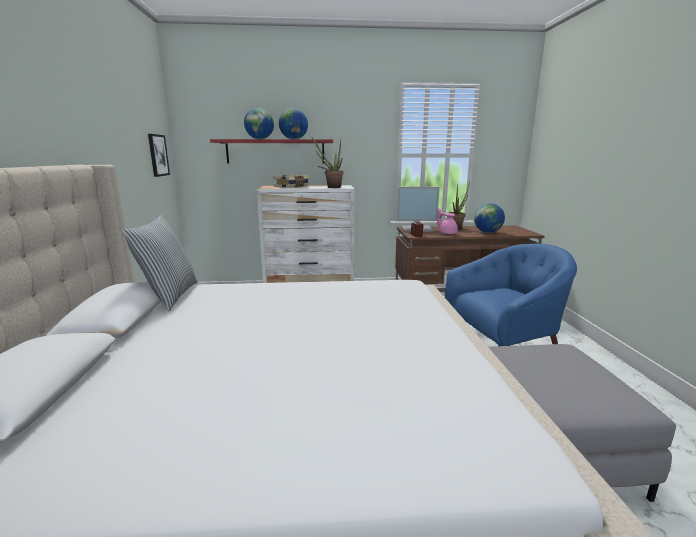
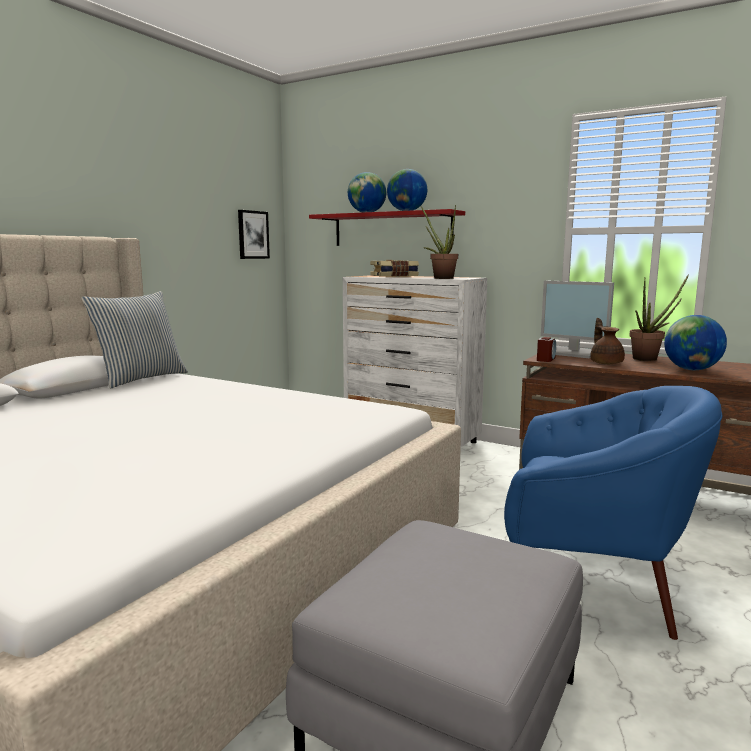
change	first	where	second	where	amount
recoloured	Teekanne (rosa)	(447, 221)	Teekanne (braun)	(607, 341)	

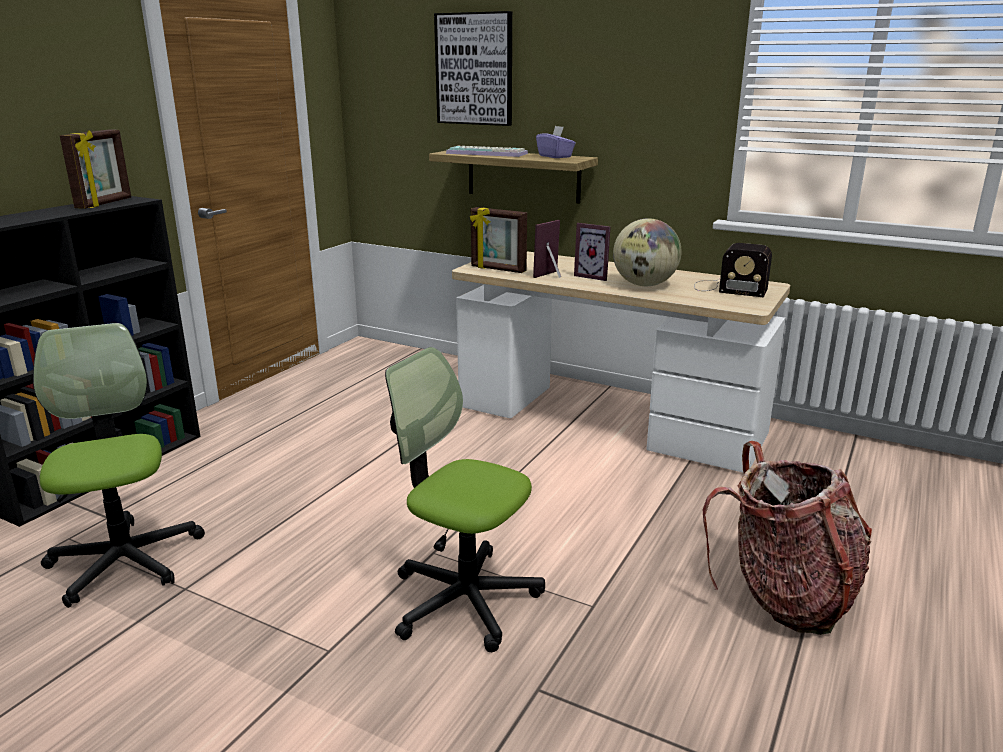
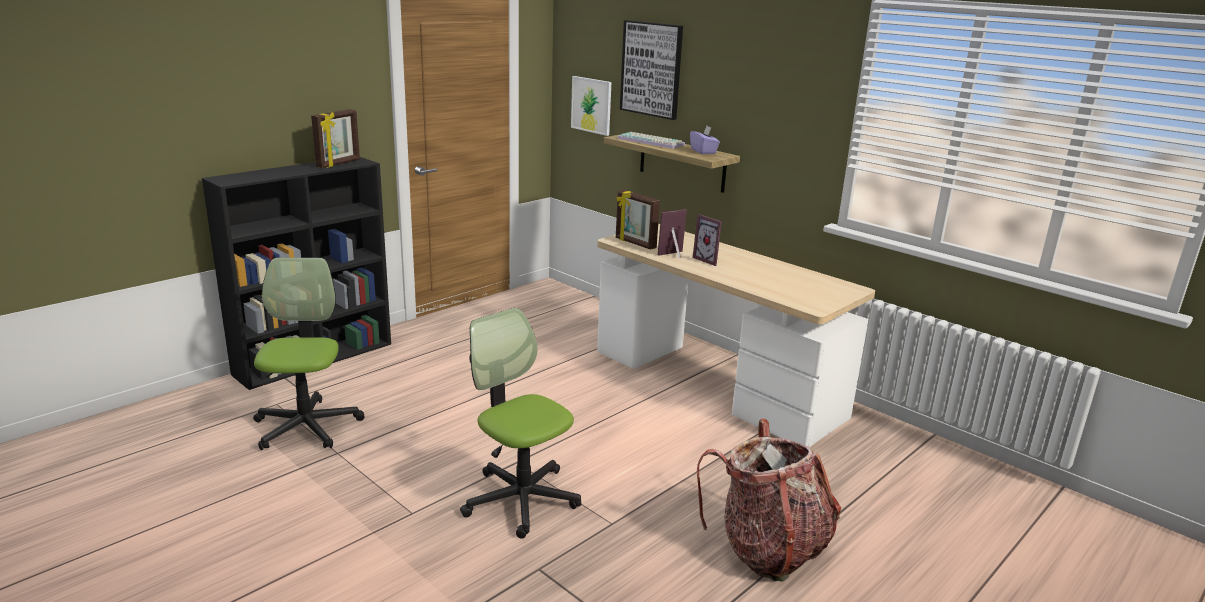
change	first	where	second	where	amount
removed	Globus	(647, 252)			
removed	Radio	(733, 270)			
added			Bild	(591, 106)	

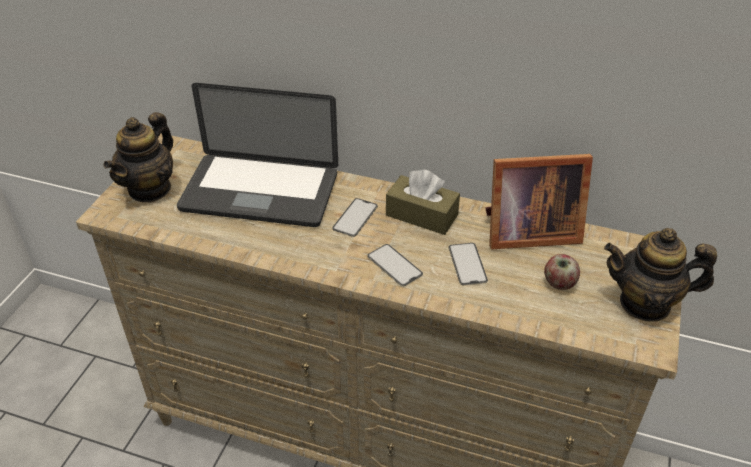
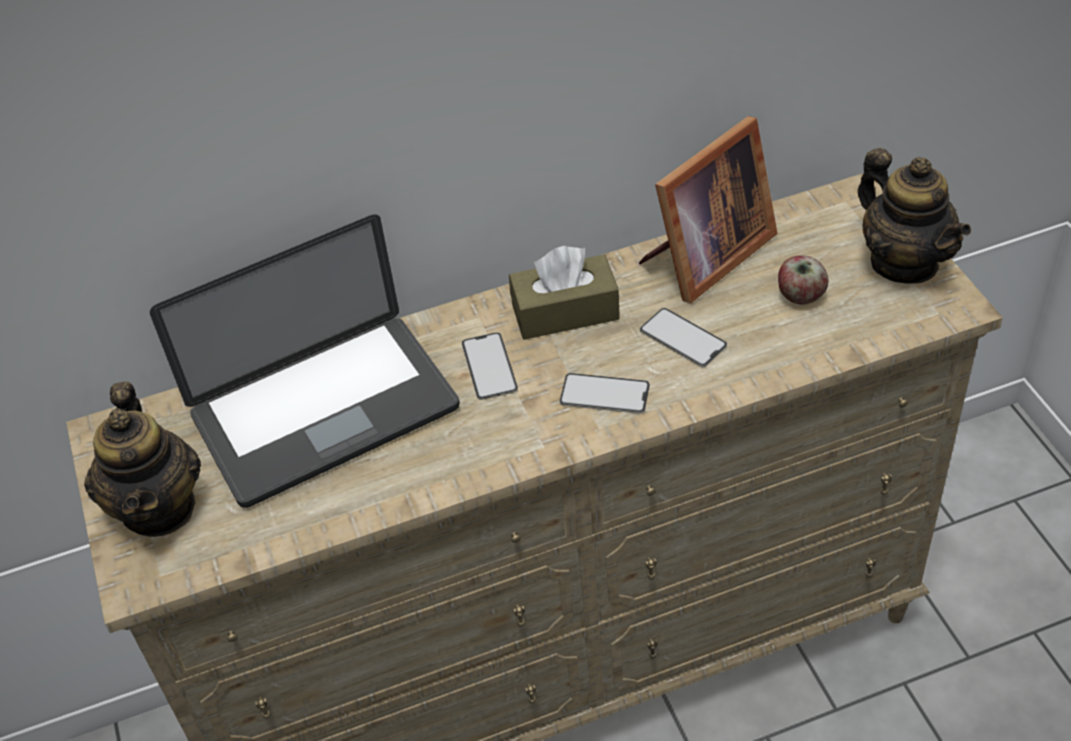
change	first	where	second	where	amount
turned	Teekanne	(660, 275)		(914, 216)	90 degrees counterclockwise

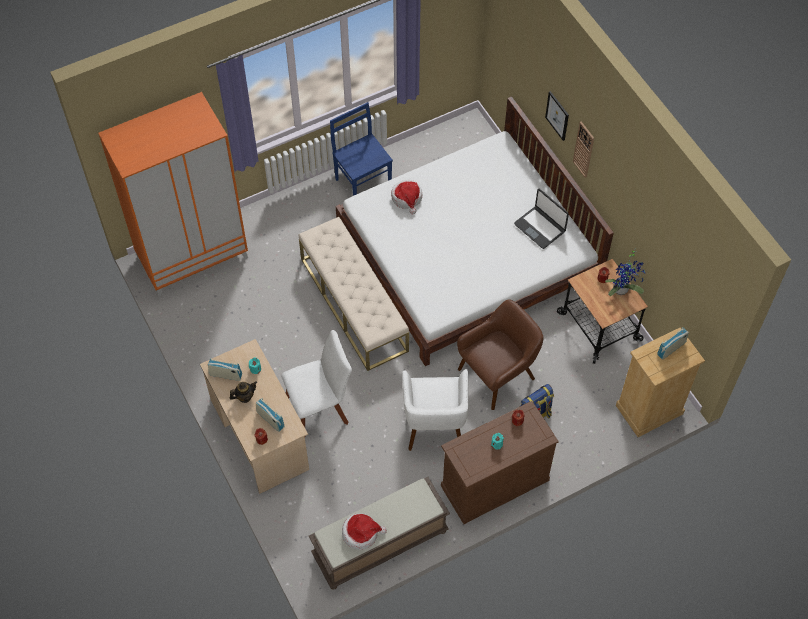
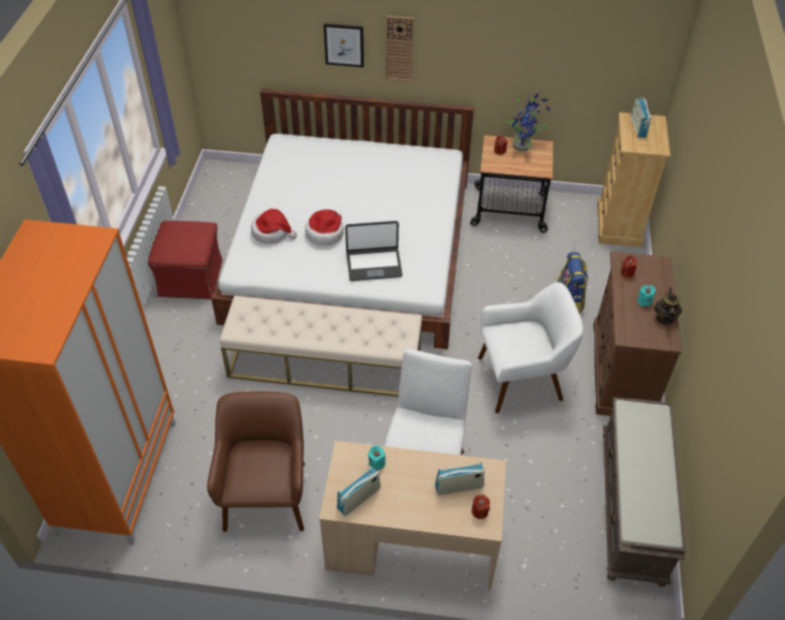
change	first	where	second	where	amount
replaced	Stuhl (blau)	(361, 149)	Polsterhocker (rot)	(185, 260)	
moved	Laptop	(541, 219)		(374, 251)	
moved	Sessel (braun)	(500, 355)		(256, 462)	
turned	Sessel (weiß)	(435, 410)		(530, 347)	45 degrees counterclockwise
moved	Teekanne	(243, 392)		(668, 306)	
moved	Hut	(364, 531)		(324, 227)	

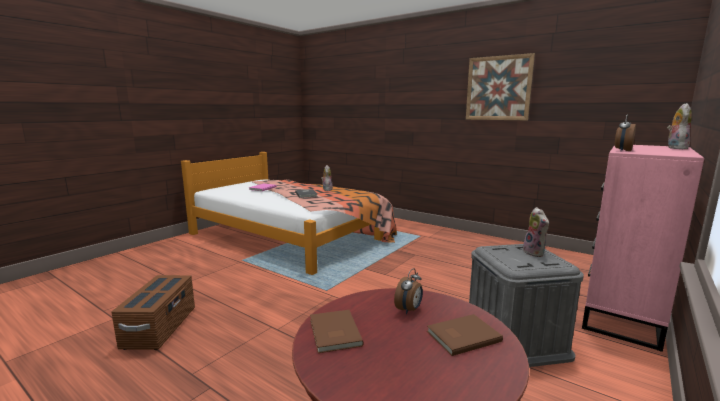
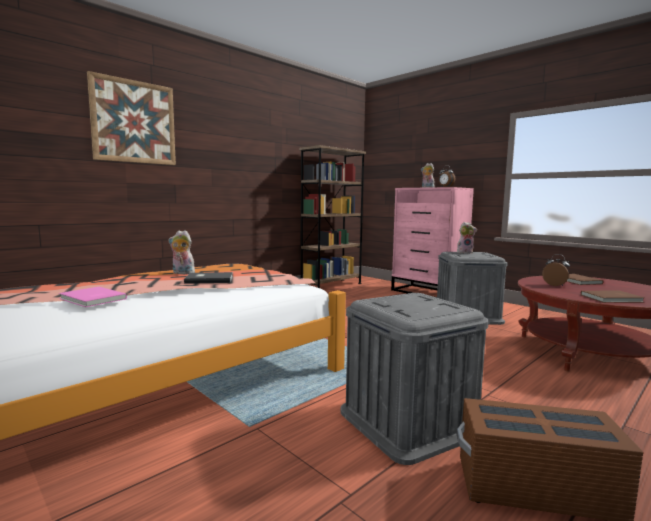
change	first	where	second	where	amount
moved	Bild	(500, 86)		(131, 118)	
added			Bücherregal (braun)	(332, 216)	
added			Aufbewahrungsbox (grau)	(414, 379)	

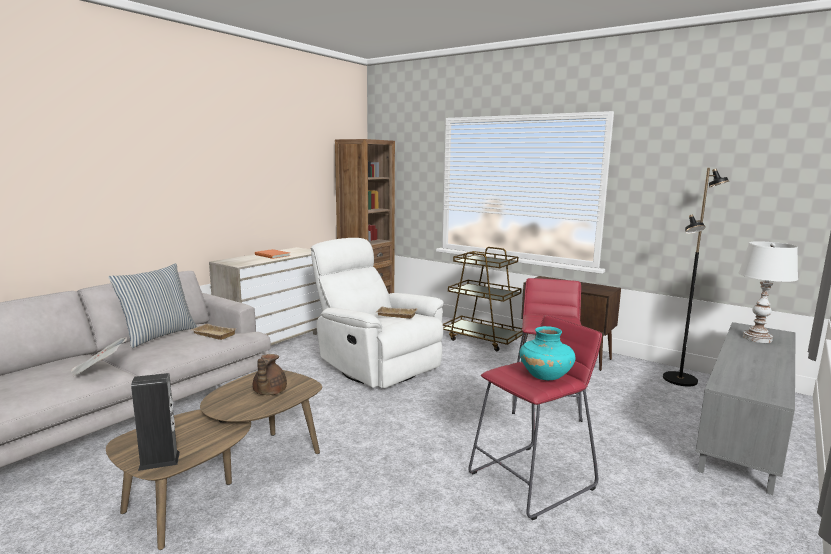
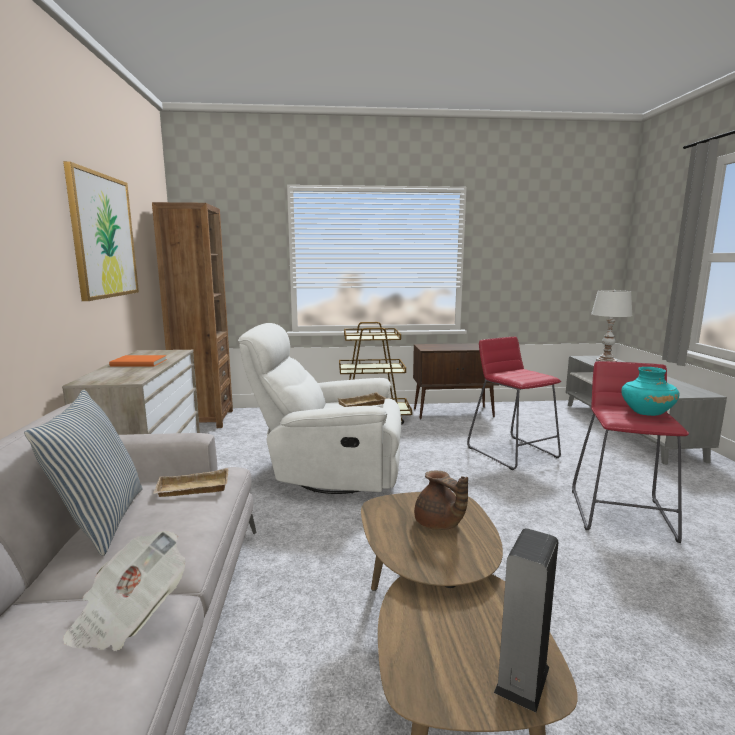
change	first	where	second	where	amount
removed	Stehlampe (schwarz)	(696, 277)			
added			Bild	(101, 231)	

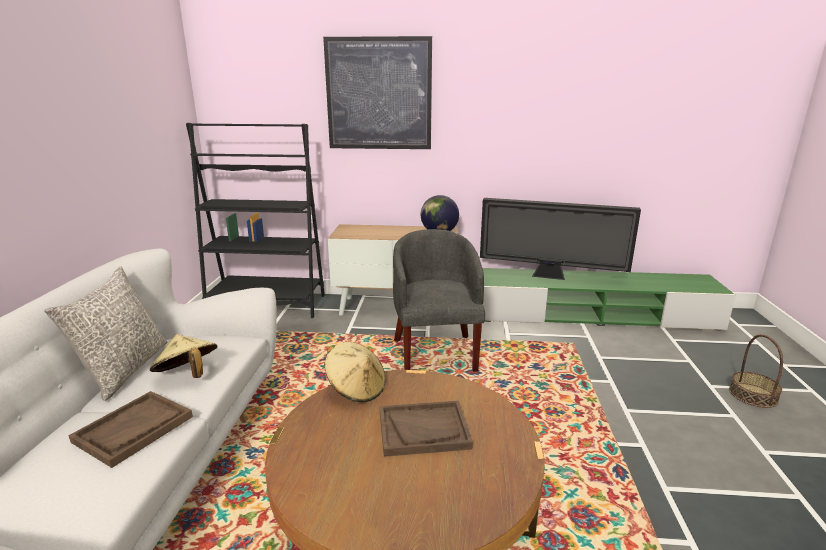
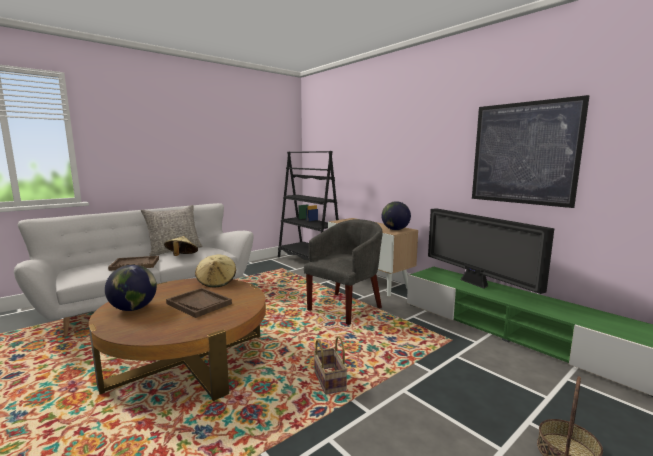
change	first	where	second	where	amount
moved	Bild	(377, 92)		(531, 151)	
added			Globus	(131, 288)	
added			Korb	(331, 365)	

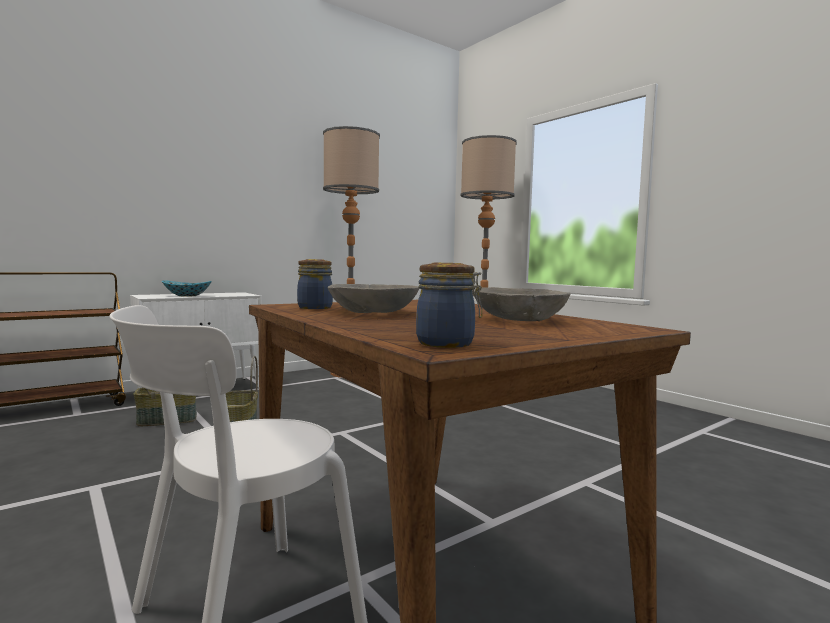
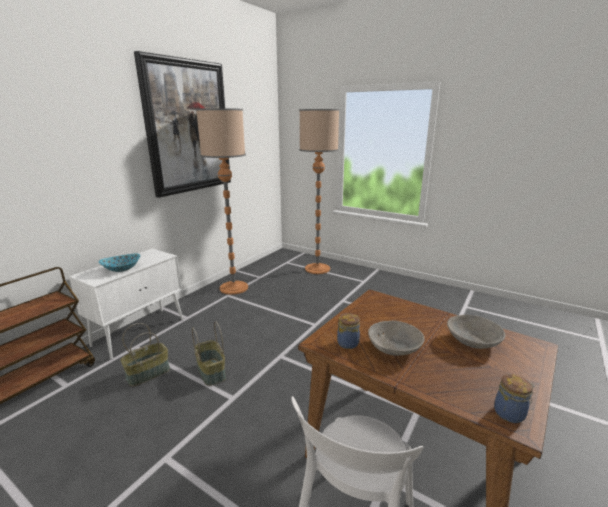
change	first	where	second	where	amount
added			Bild	(182, 124)	

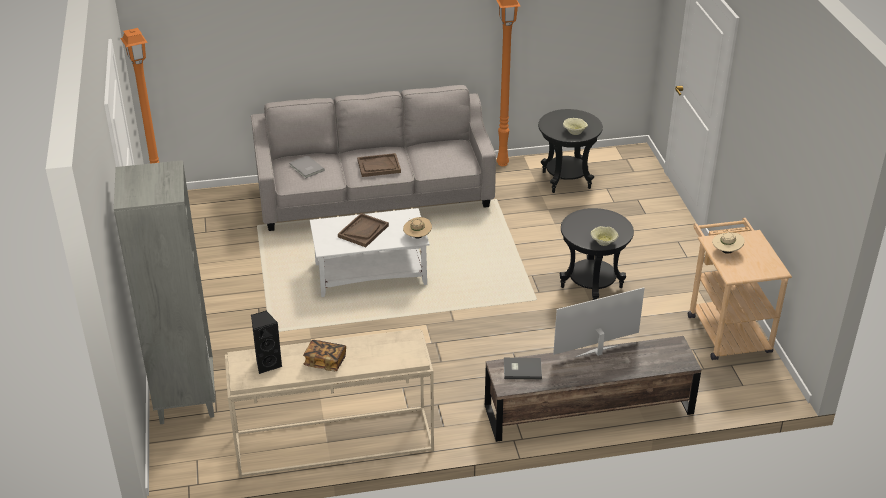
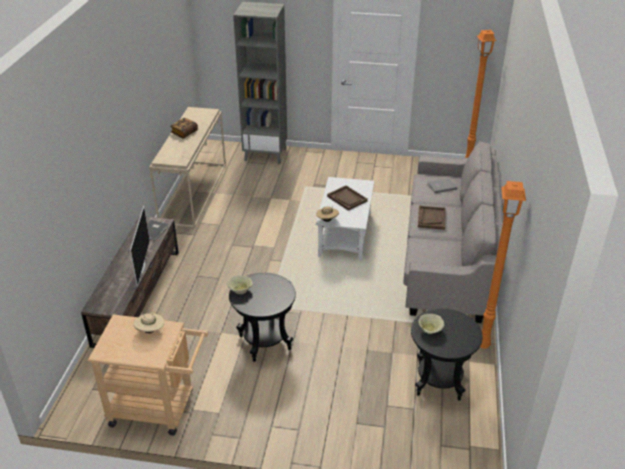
change	first	where	second	where	amount
removed	Lautsprecher (schwarz)	(267, 342)			

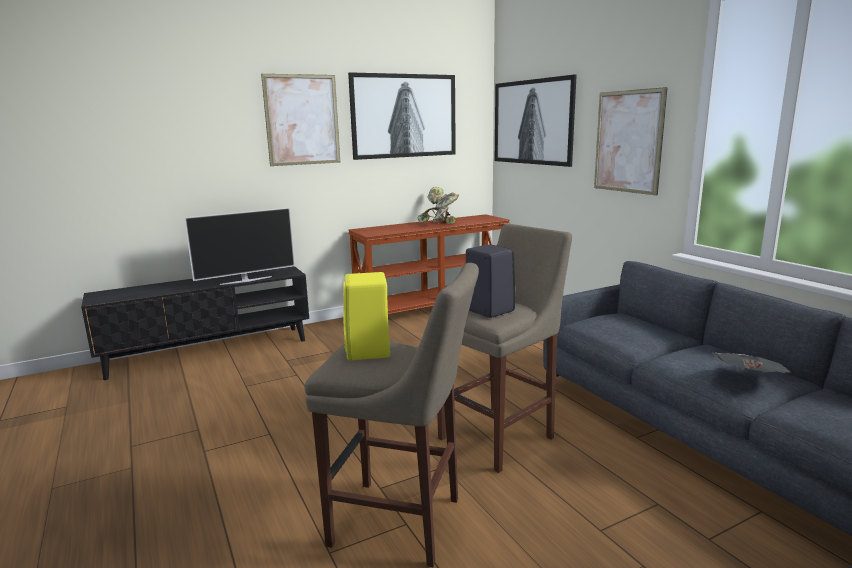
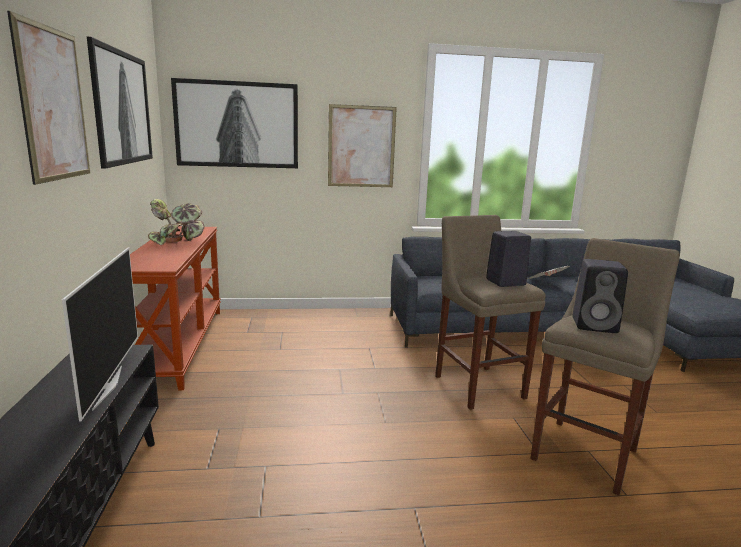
change	first	where	second	where	amount
recoloured	Lautsprecher (gelb)	(366, 316)	Lautsprecher (schwarz)	(600, 296)	

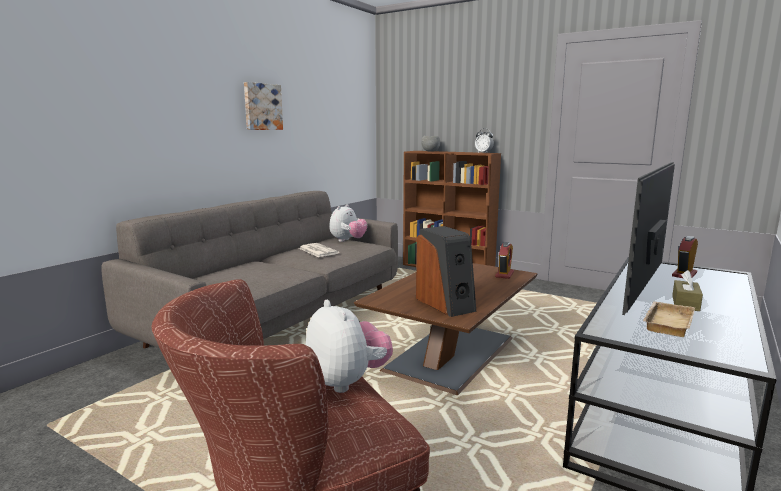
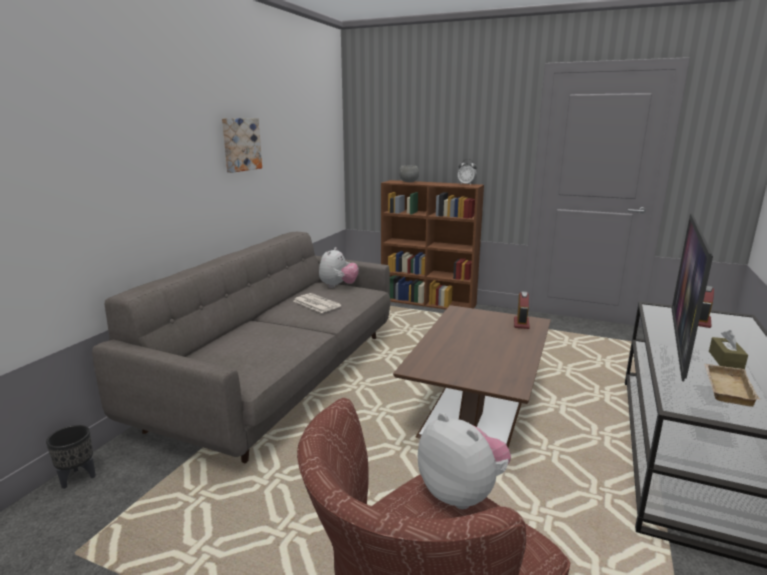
change	first	where	second	where	amount
removed	Lautsprecher	(446, 271)			
added			Pflanzkübel (schwarz)	(71, 457)	

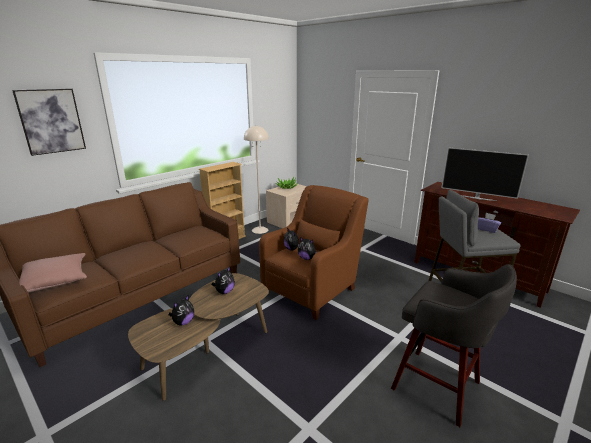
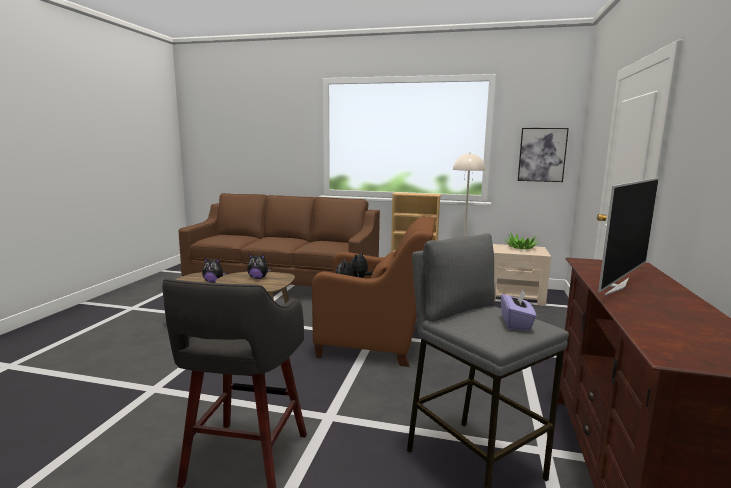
change	first	where	second	where	amount
moved	Bild	(49, 122)		(543, 155)	
turned	Fernseher	(485, 174)		(628, 237)	135 degrees counterclockwise
removed	Kissen (rosa)	(53, 273)			

